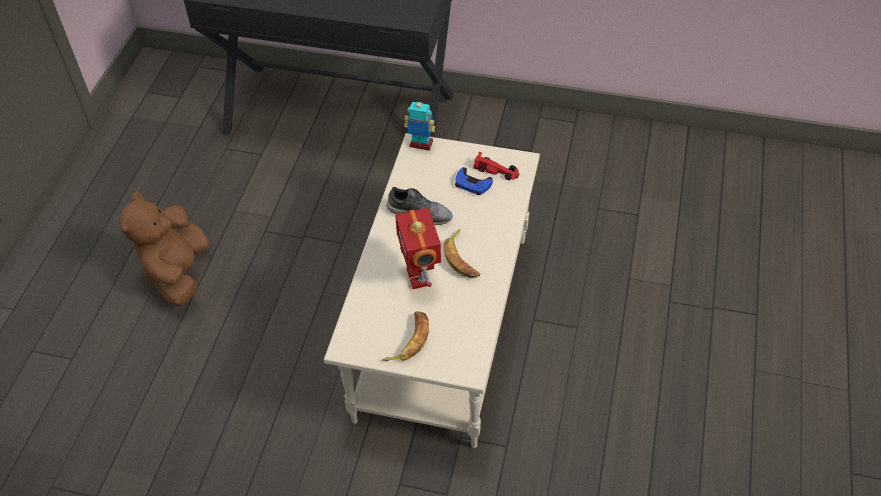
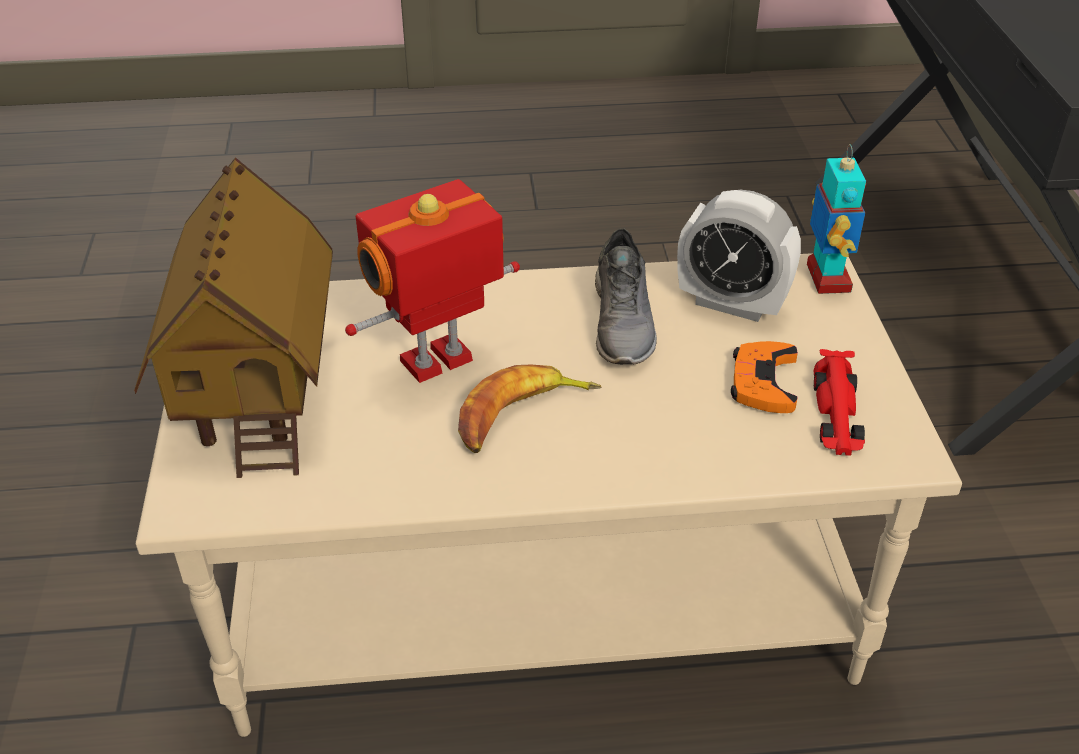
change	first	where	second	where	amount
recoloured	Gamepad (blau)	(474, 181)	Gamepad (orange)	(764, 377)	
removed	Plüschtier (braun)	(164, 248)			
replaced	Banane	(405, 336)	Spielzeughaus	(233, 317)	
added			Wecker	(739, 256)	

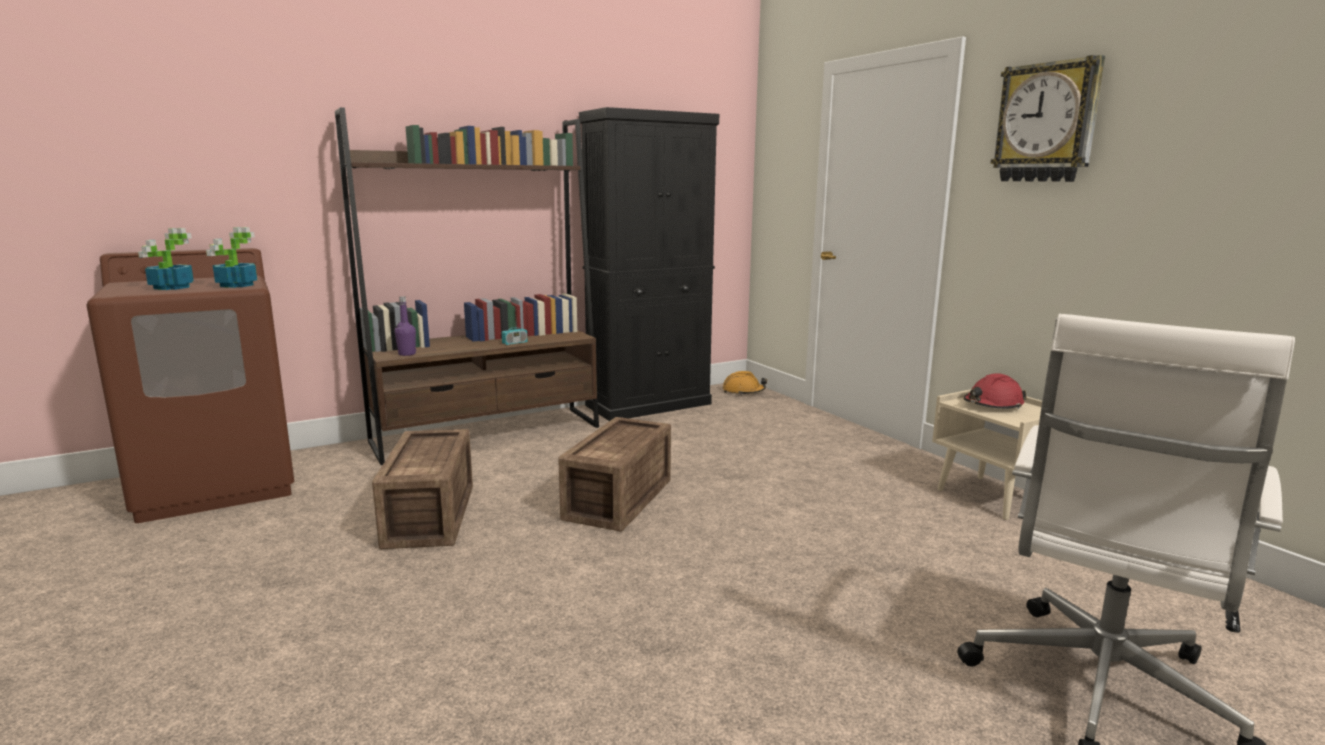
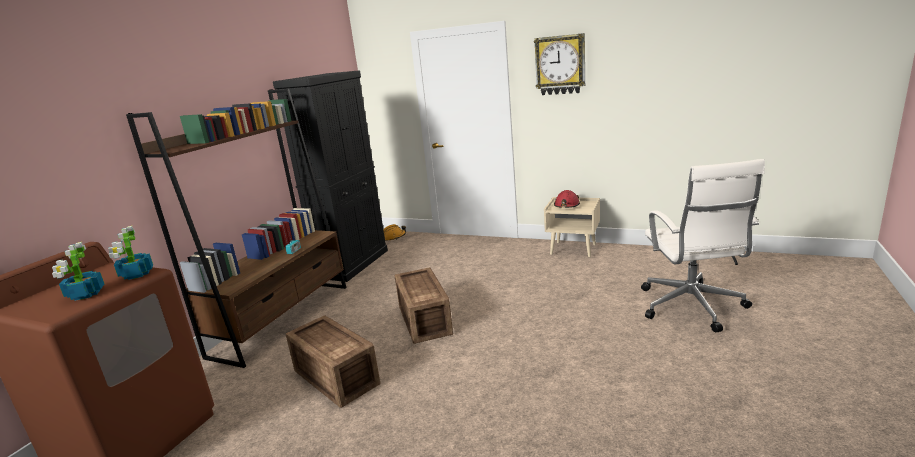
change	first	where	second	where	amount
removed	Flasche (lila)	(405, 326)			

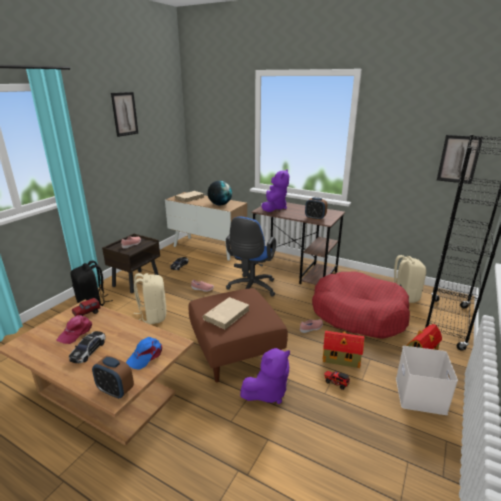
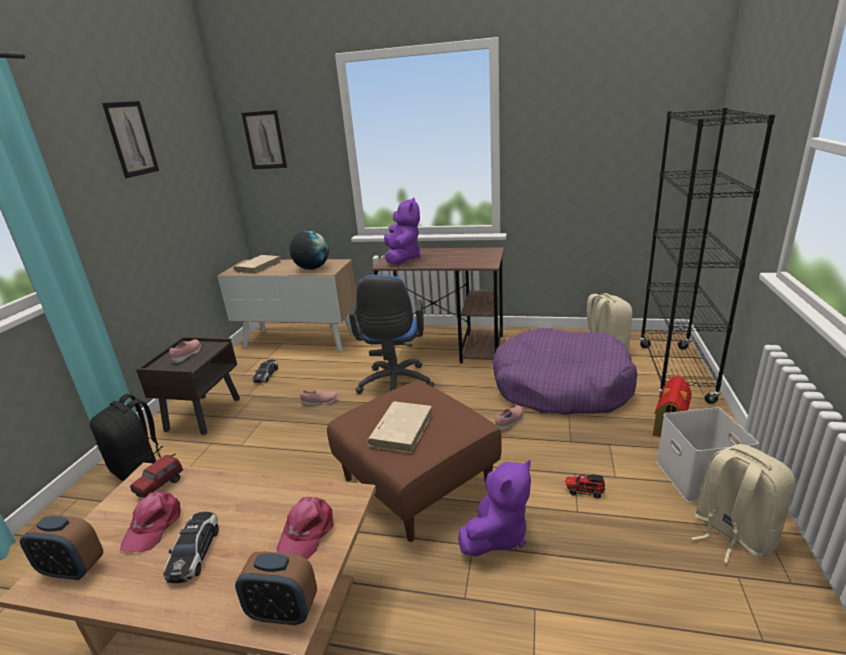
change	first	where	second	where	amount
moved	Bild	(460, 159)		(264, 139)	
moved	Wecker	(316, 208)		(61, 547)	
recoloured	Hundebett (rot)	(361, 305)	Hundebett (lila)	(564, 371)	
moved	Rucksack (beige)	(149, 298)		(743, 503)	
removed	Spielzeughaus	(343, 349)			
recoloured	Kappe (blau)	(144, 353)	Kappe (rosa)	(305, 528)	

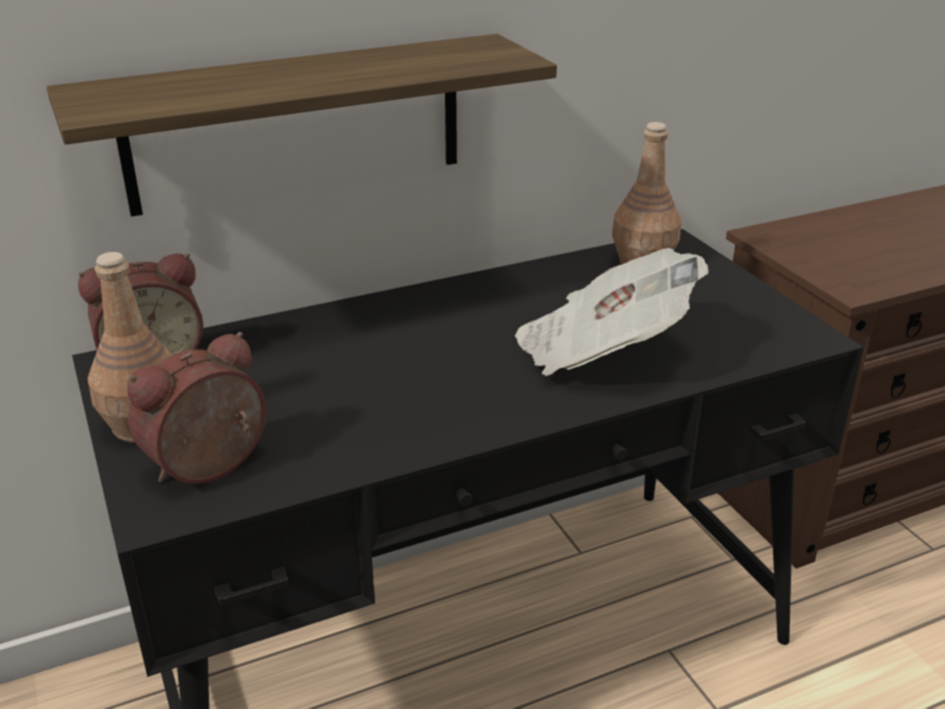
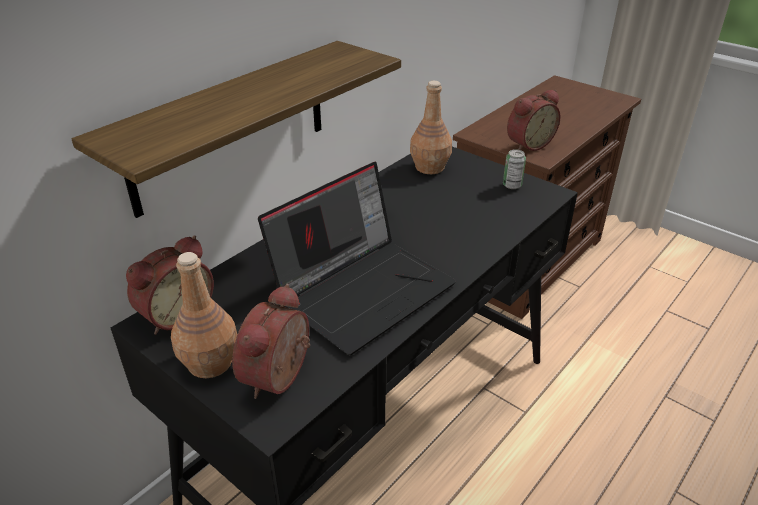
change	first	where	second	where	amount
removed	Zeitung	(612, 312)			
added			Wecker	(533, 120)	
added			Dose	(514, 169)	
added			Laptop	(357, 258)	

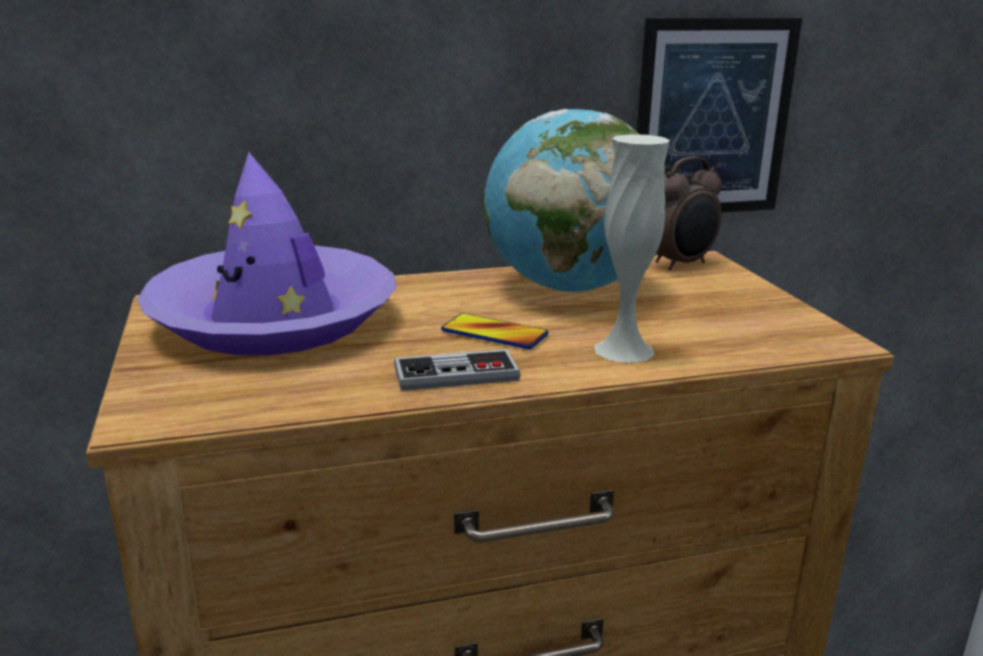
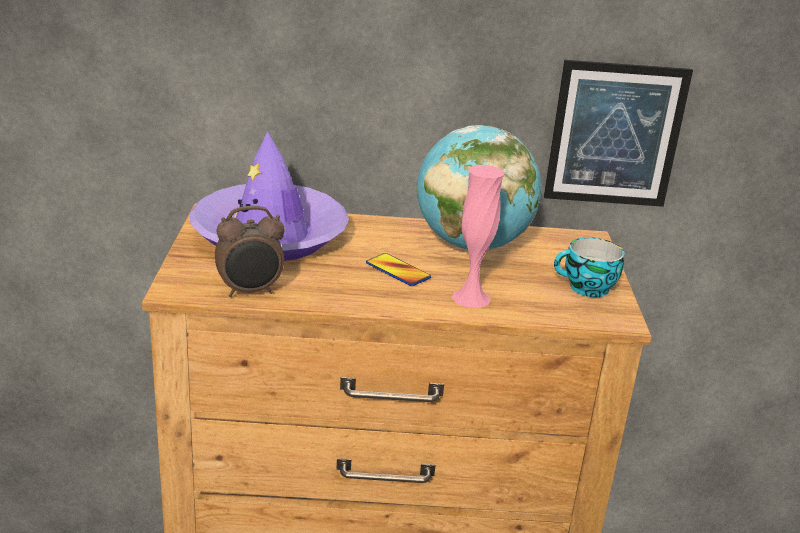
change	first	where	second	where	amount
recoloured	Vase (weiß)	(632, 248)	Vase (rosa)	(478, 236)	
moved	Wecker	(688, 213)		(250, 251)	
removed	Gamepad	(457, 370)			
added			Tasse	(589, 267)	

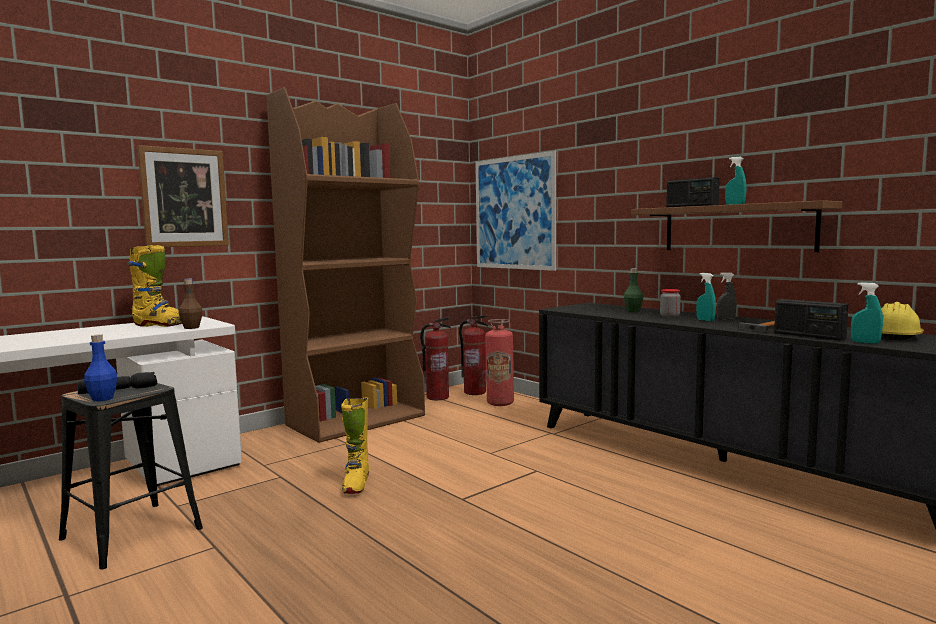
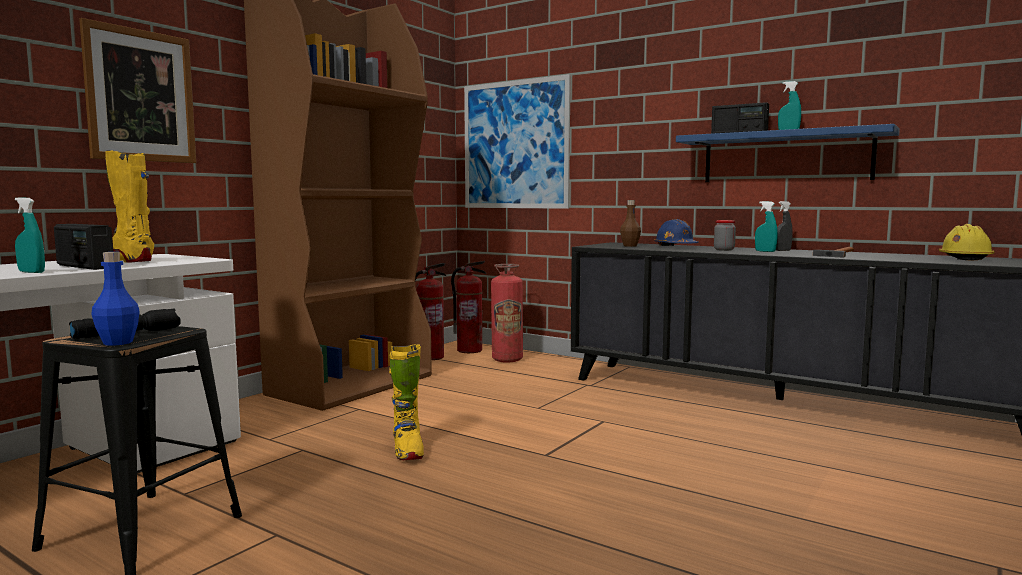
change	first	where	second	where	amount
recoloured	Wandregal (braun)	(737, 226)	Wandregal (blau)	(788, 153)	
turned	Stiefel (gelb)	(155, 286)		(129, 206)	135 degrees counterclockwise
replaced	Flasche (grün)	(633, 290)	Schutzhelm (blau)	(676, 232)	
moved	Flasche (braun)	(190, 304)		(630, 223)	
moved	Sprühflasche (türkis)	(867, 313)		(30, 235)	
moved	Radio	(811, 320)		(83, 247)	

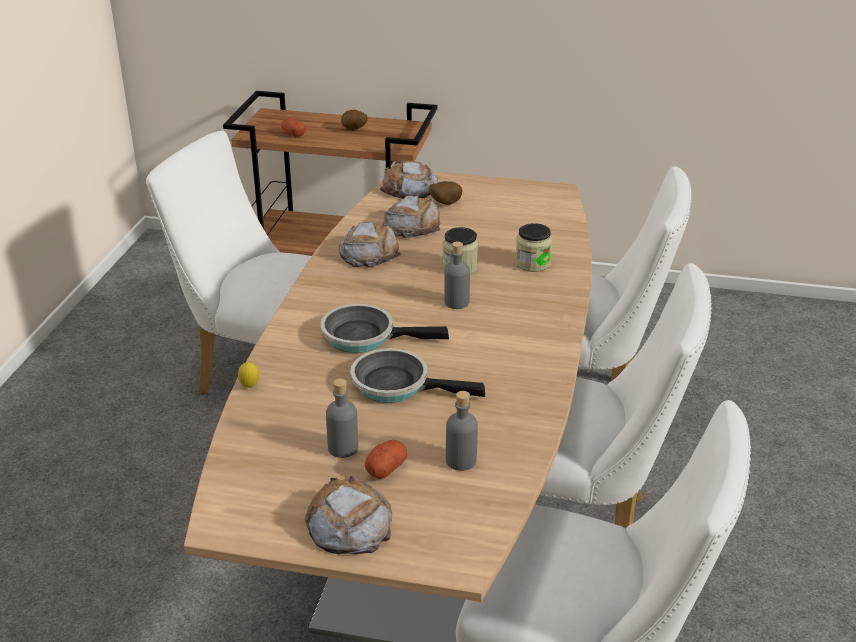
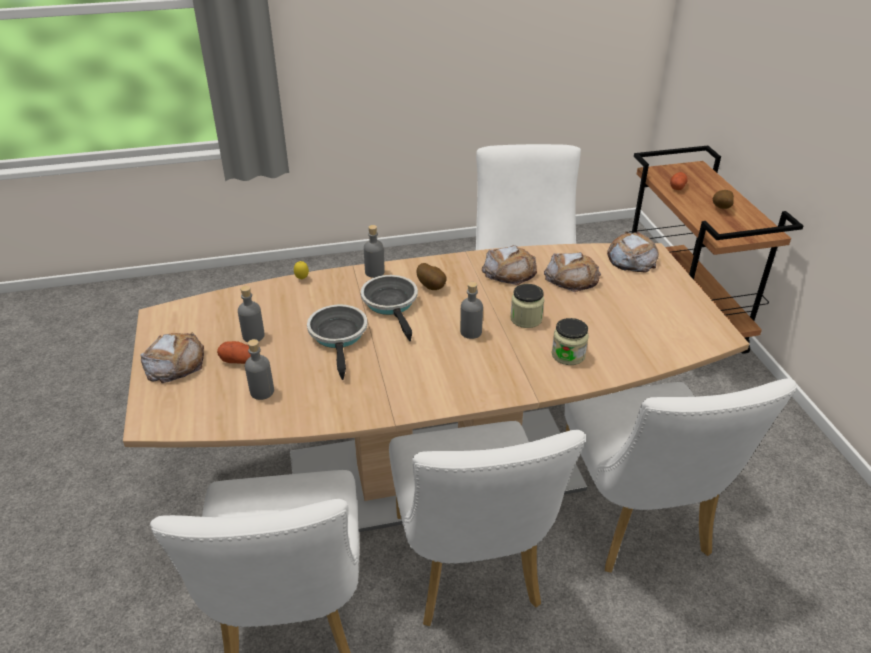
change	first	where	second	where	amount
moved	Kartoffel	(446, 193)		(432, 276)	
added			Flasche (grau)	(374, 251)	

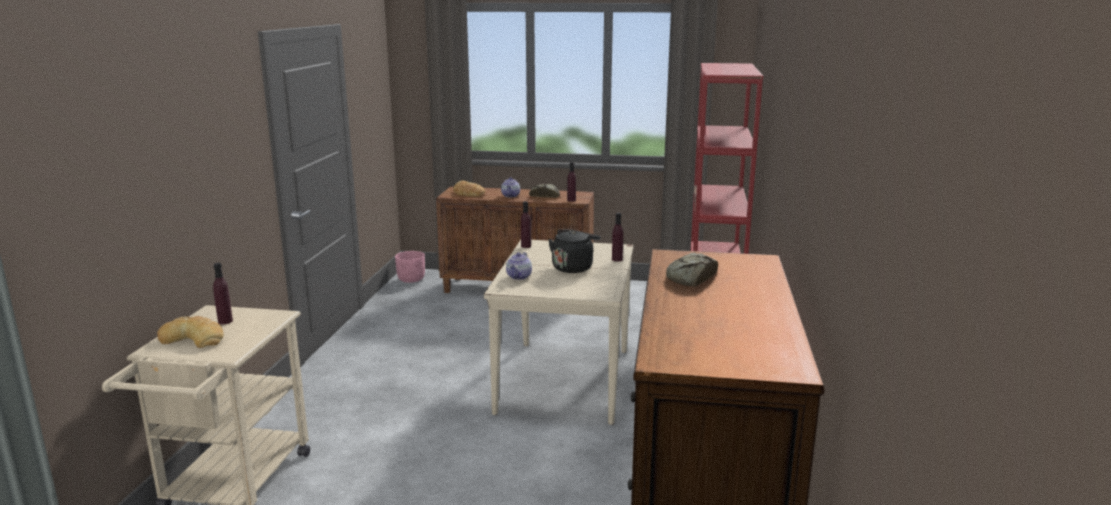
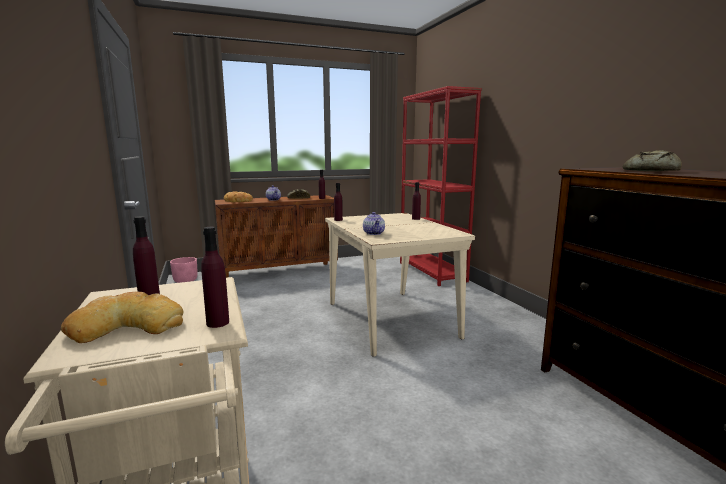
change	first	where	second	where	amount
removed	Wasserkessel (schwarz)	(574, 251)			
added			Flasche (lila)	(215, 277)	

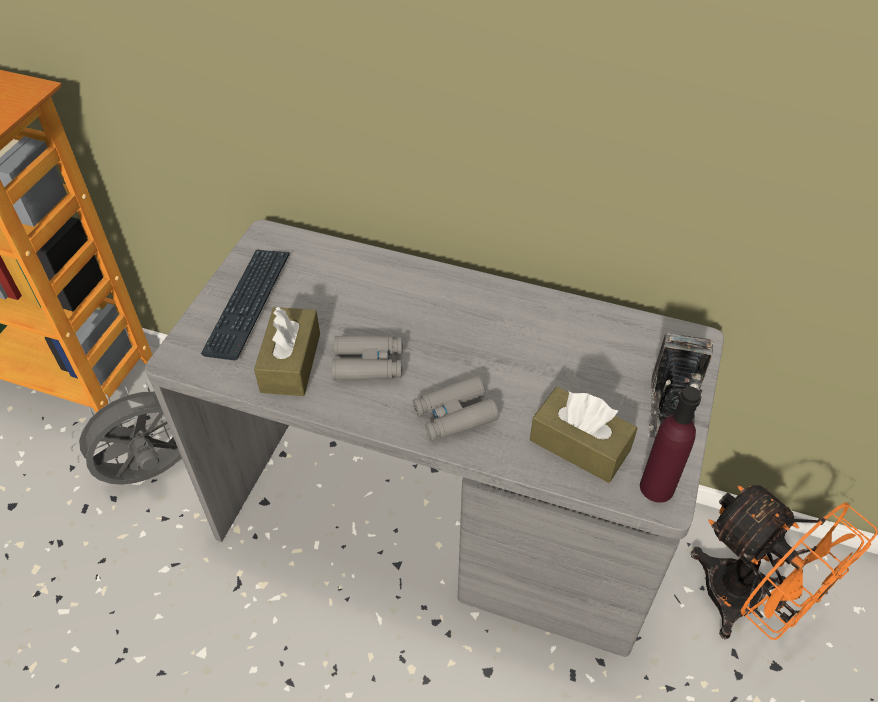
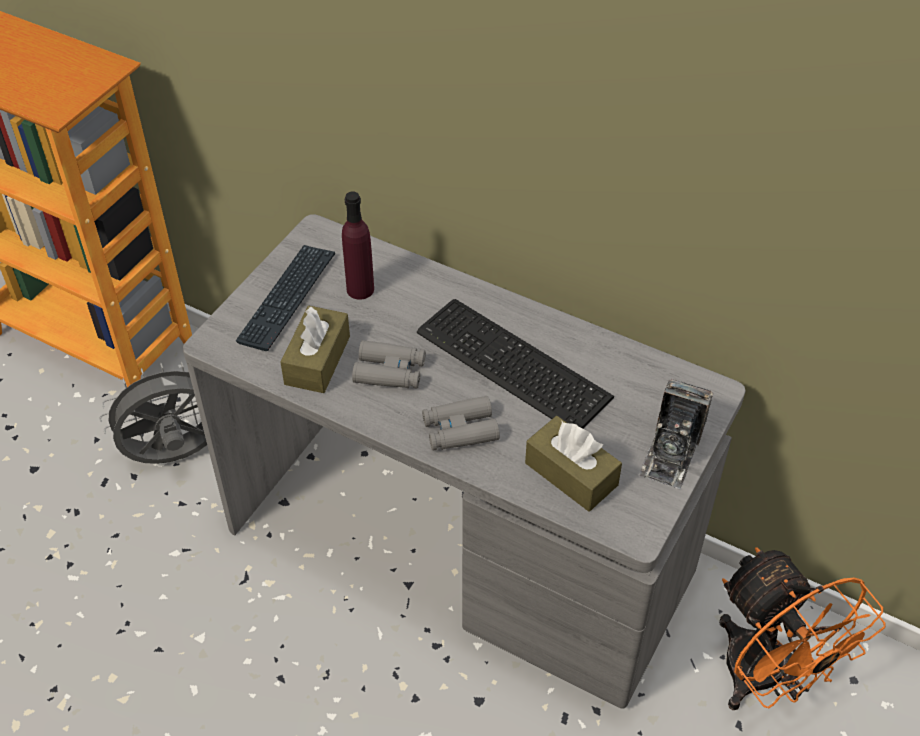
change	first	where	second	where	amount
moved	Flasche (lila)	(670, 444)		(358, 245)	
added			Tastatur	(515, 363)	

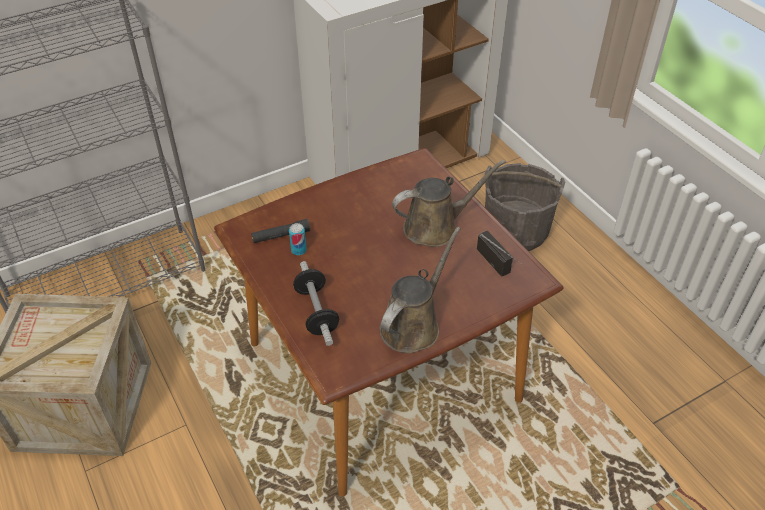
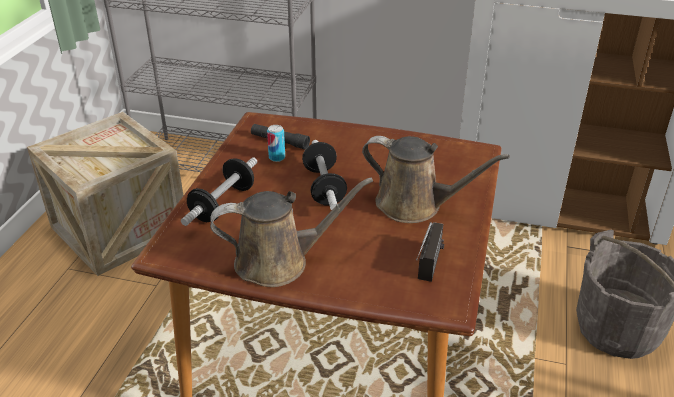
change	first	where	second	where	amount
added			Hantel	(324, 175)	

